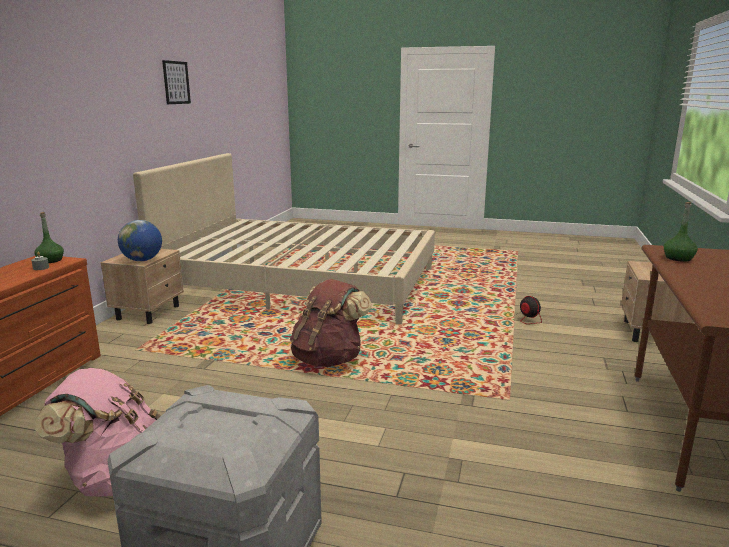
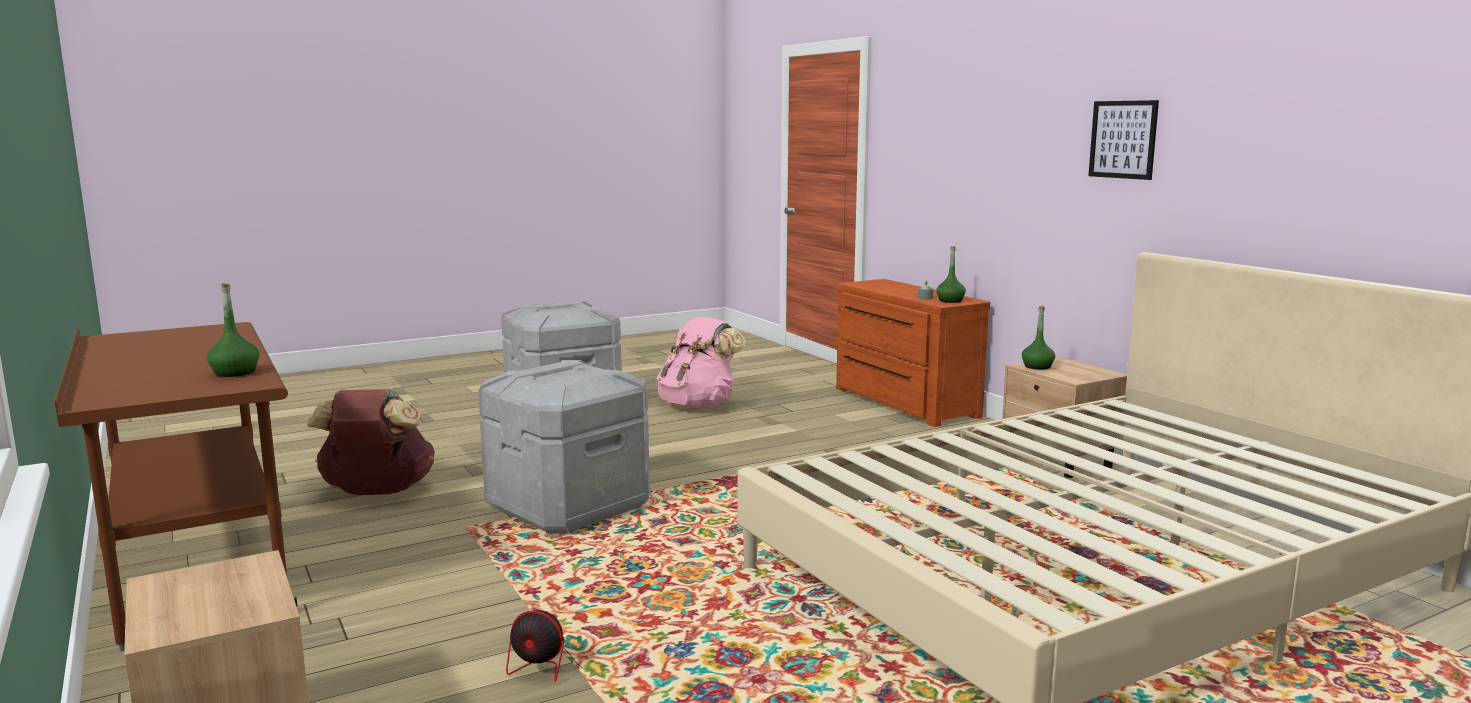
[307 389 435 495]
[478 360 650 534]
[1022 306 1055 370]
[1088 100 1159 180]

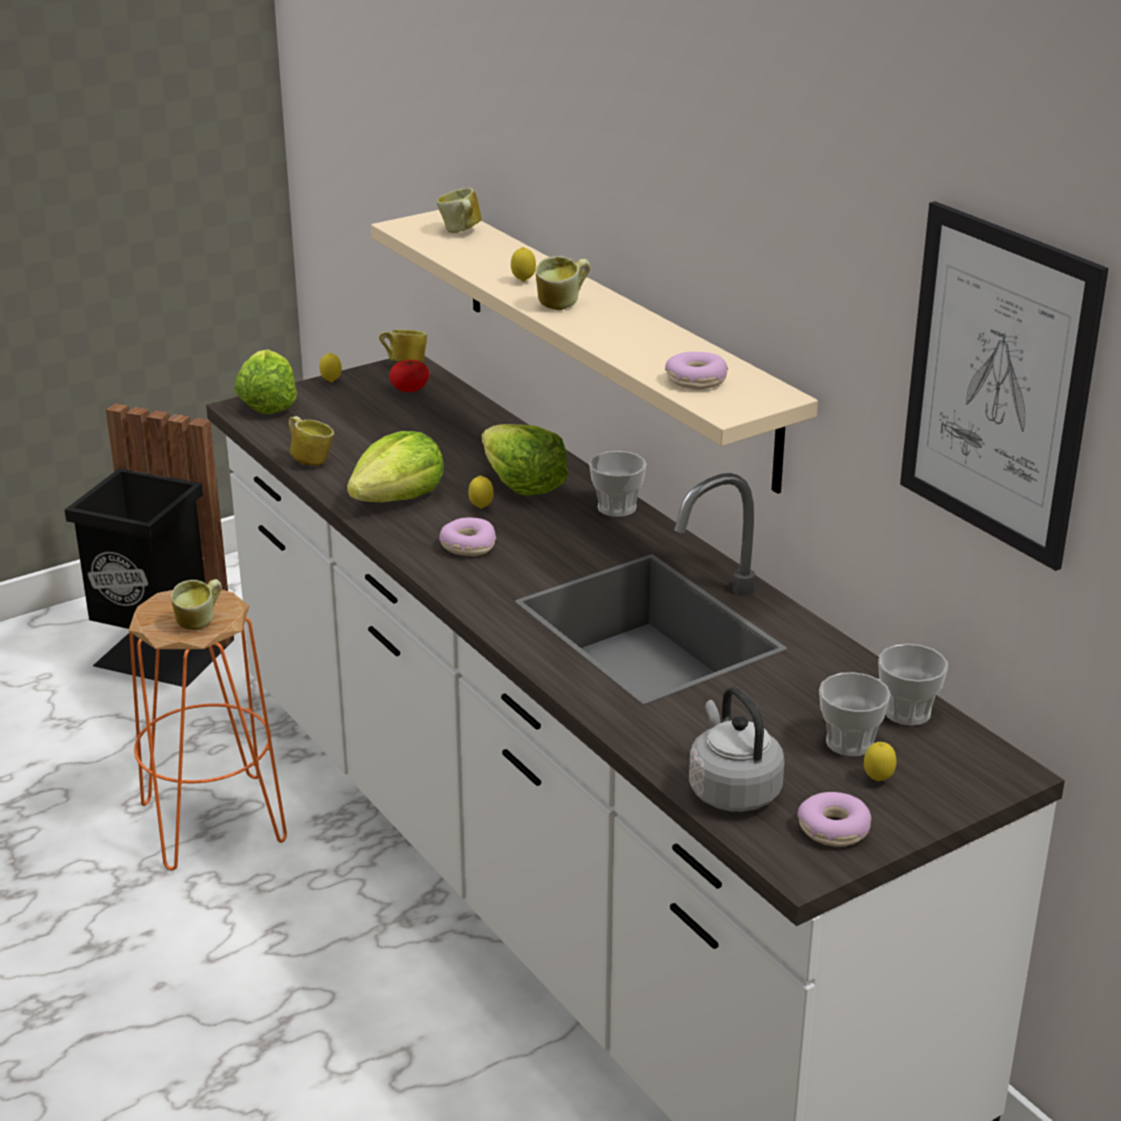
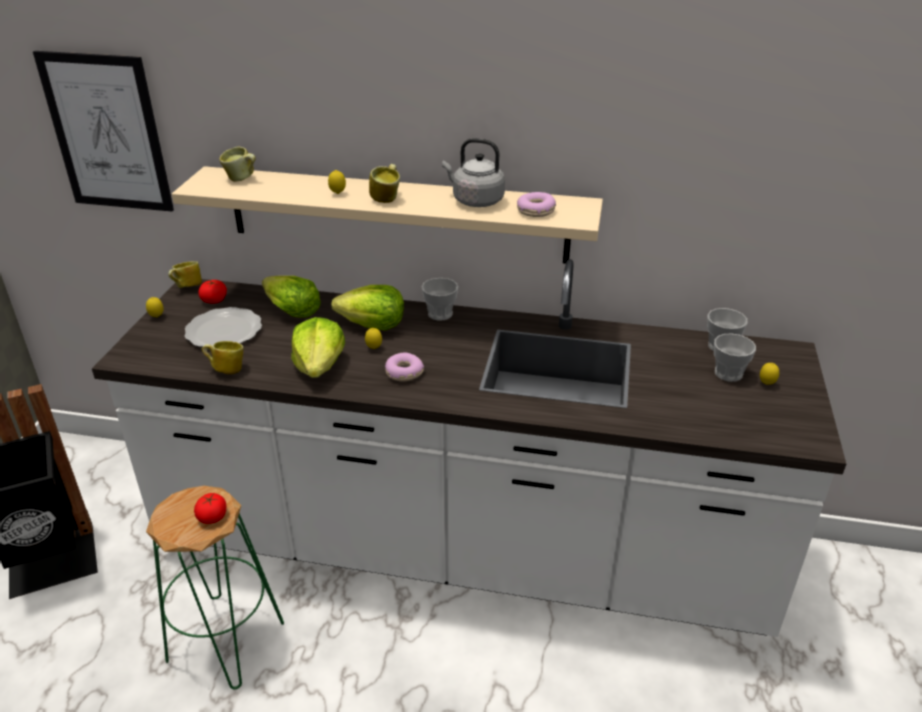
[33 51 174 211]
[146 486 284 689]
[185 307 262 347]
[194 493 226 524]
[262 276 321 318]
[442 138 505 207]
[797 792 872 846] (first image)

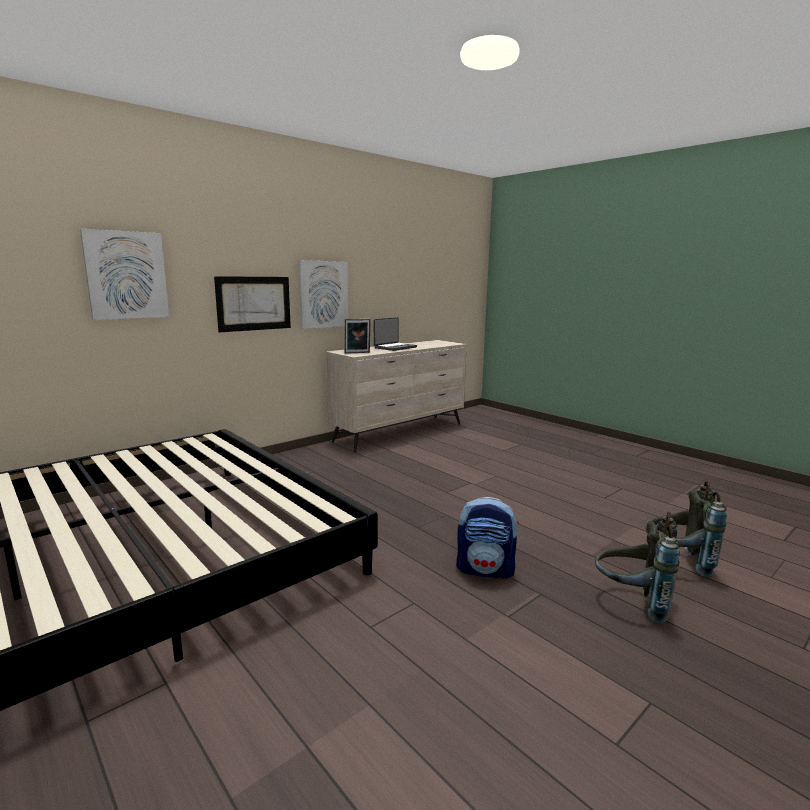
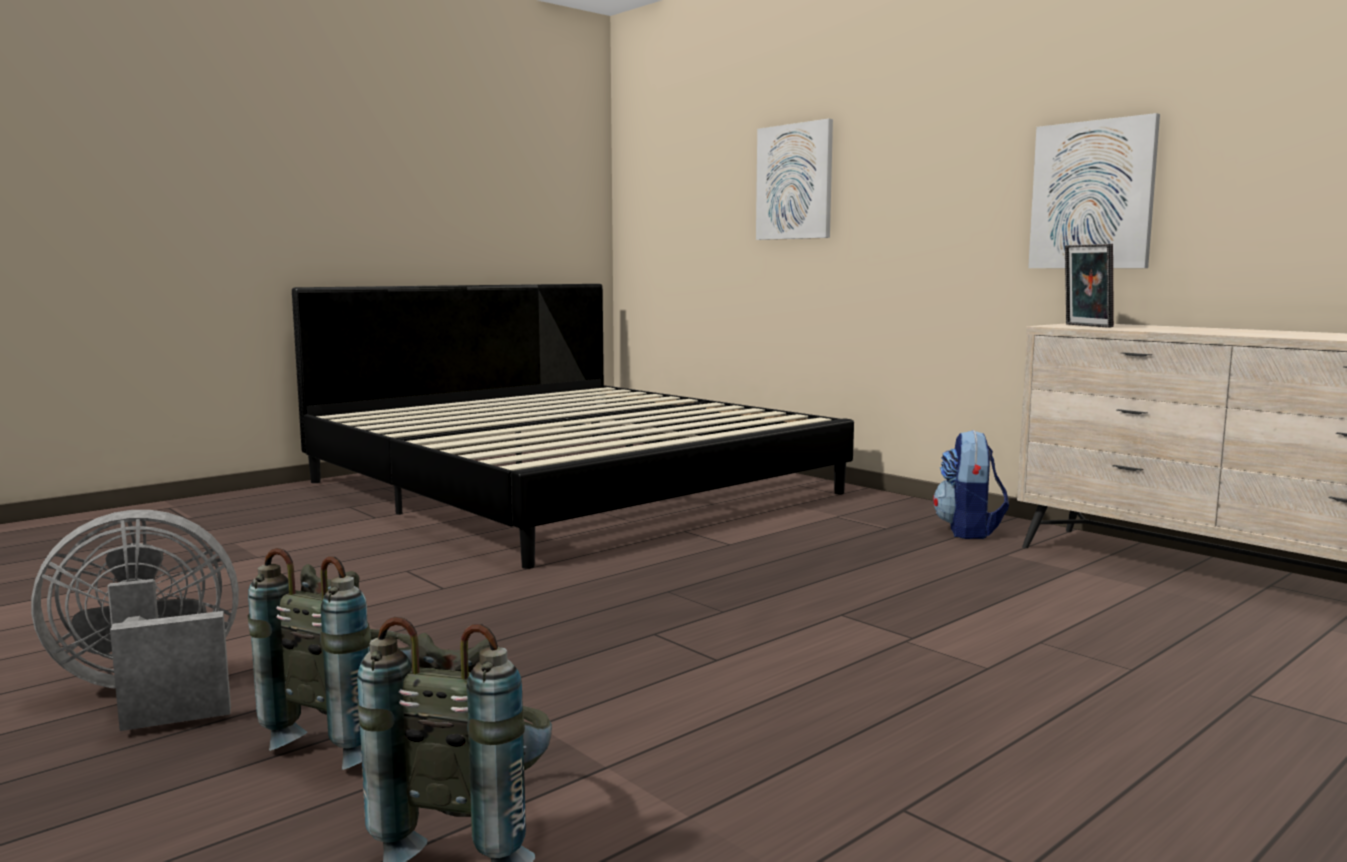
[31 510 239 731]
[933 430 1009 539]
[214 276 291 333] (first image)
[374 317 417 351] (first image)

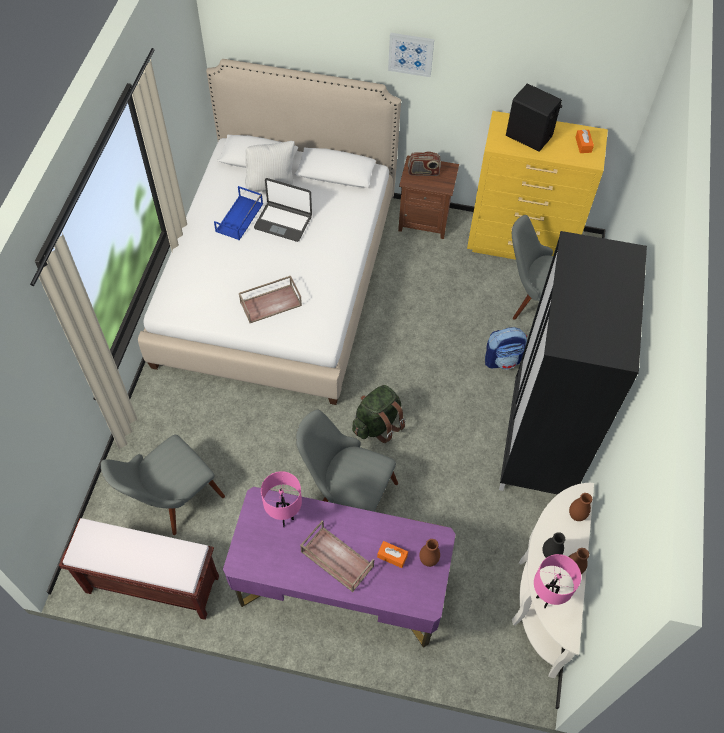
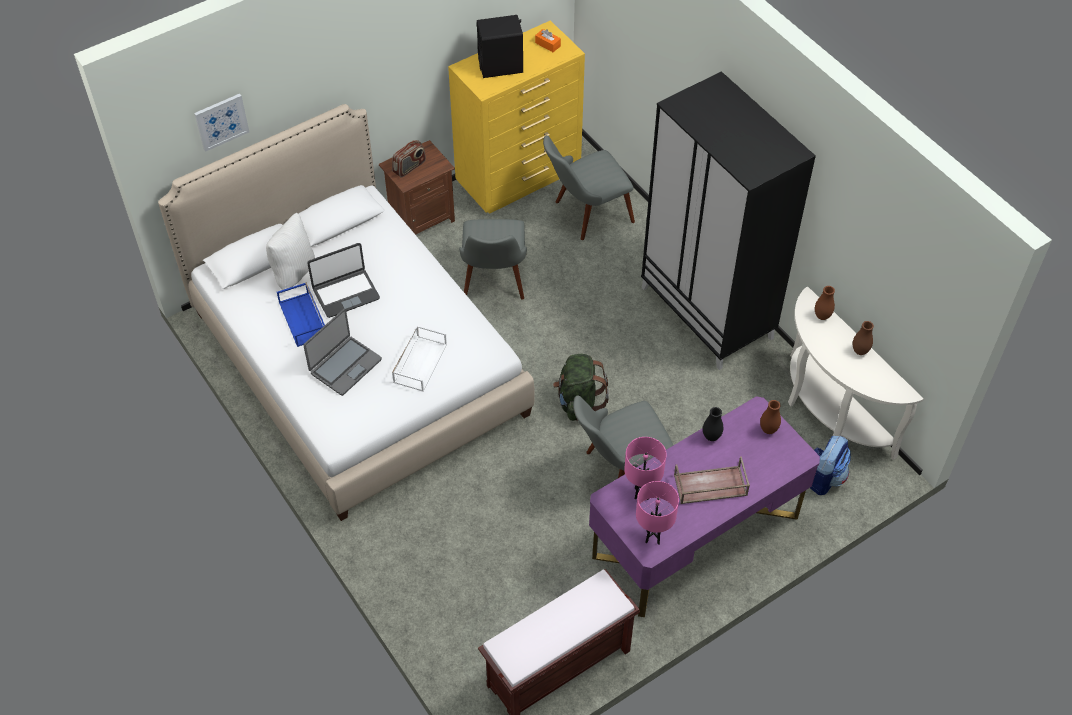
[194 94 249 152]
[303 309 382 396]
[392 325 447 392]
[459 219 527 300]
[636 481 679 545]
[703 407 723 441]
[810 436 851 495]
[377 541 408 568] (first image)

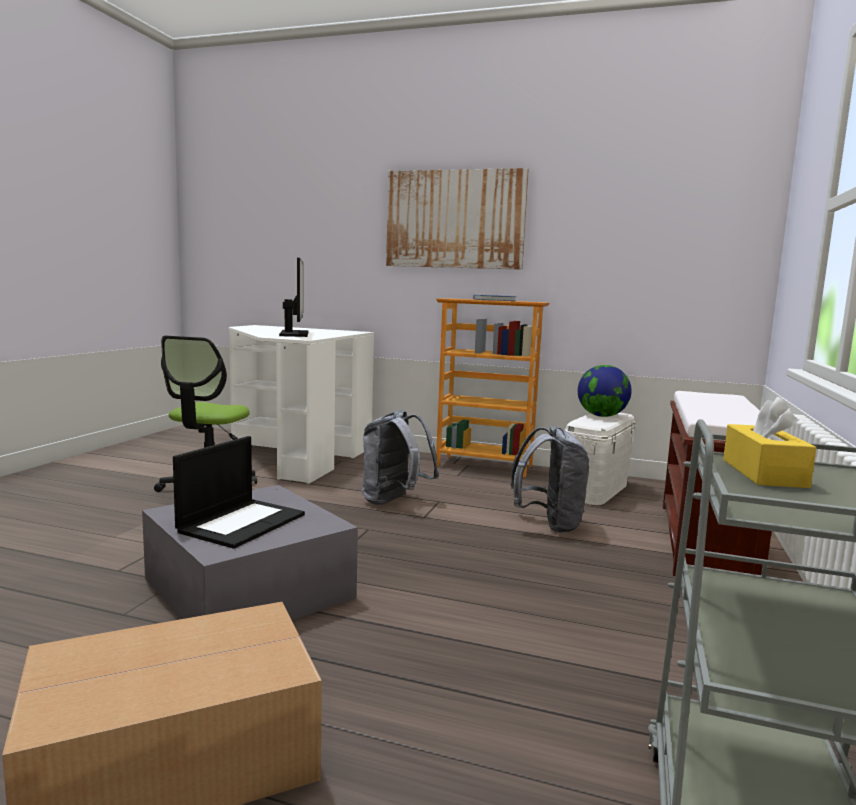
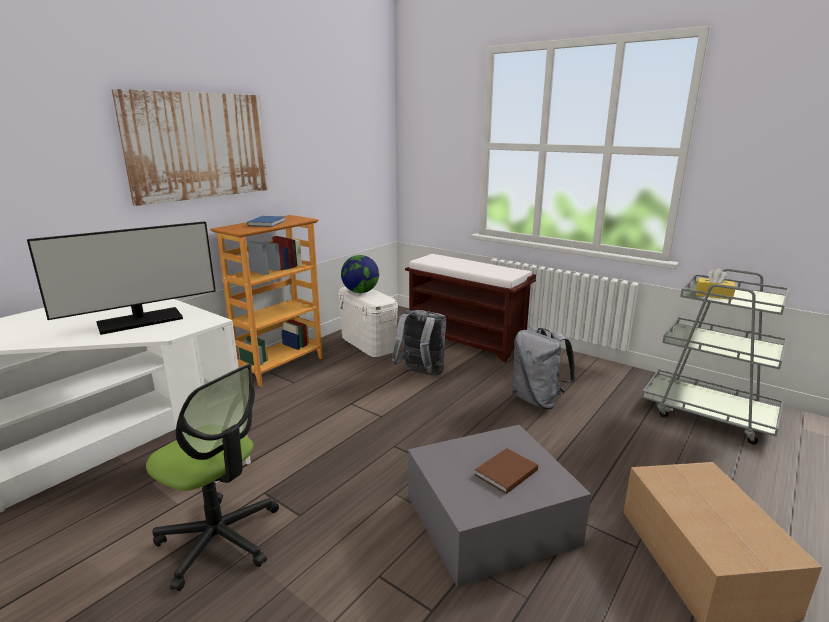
[27 221 216 335]
[475 448 538 494]
[512 328 576 409]

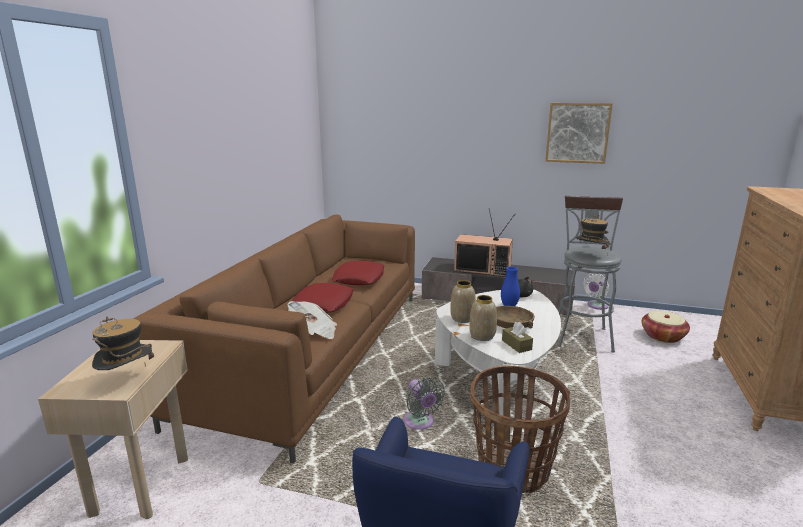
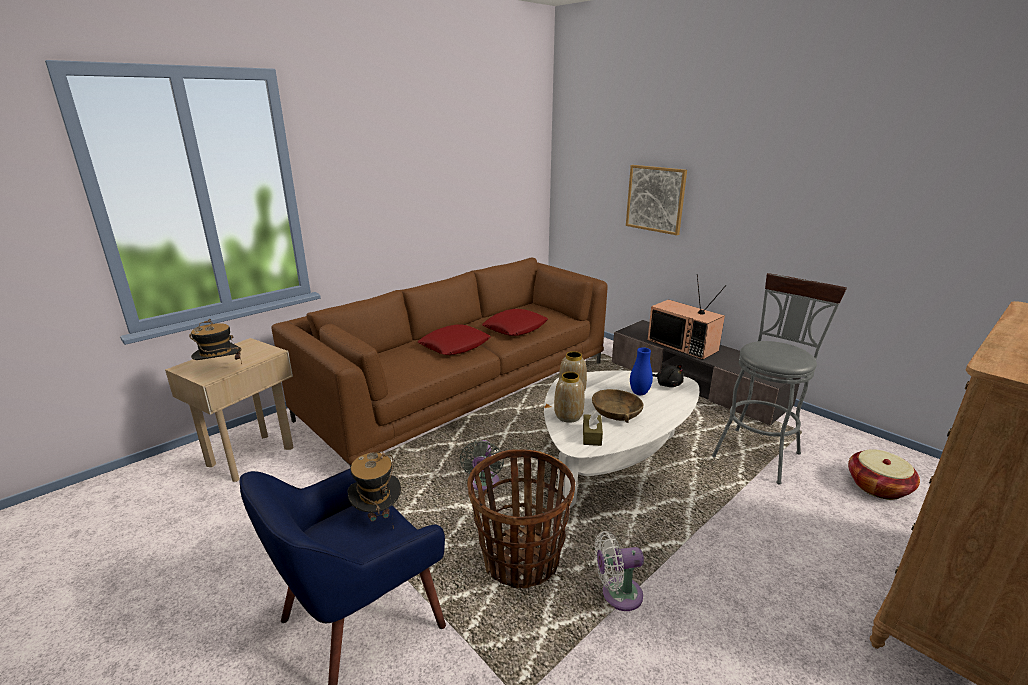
[347 451 401 521]
[595 531 644 611]
[626 165 687 235]
[288 301 337 339] (first image)

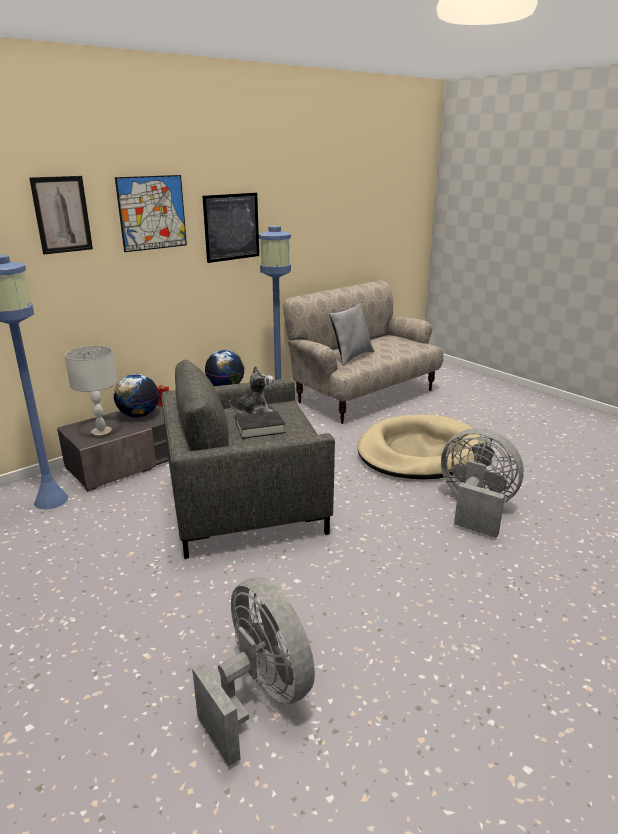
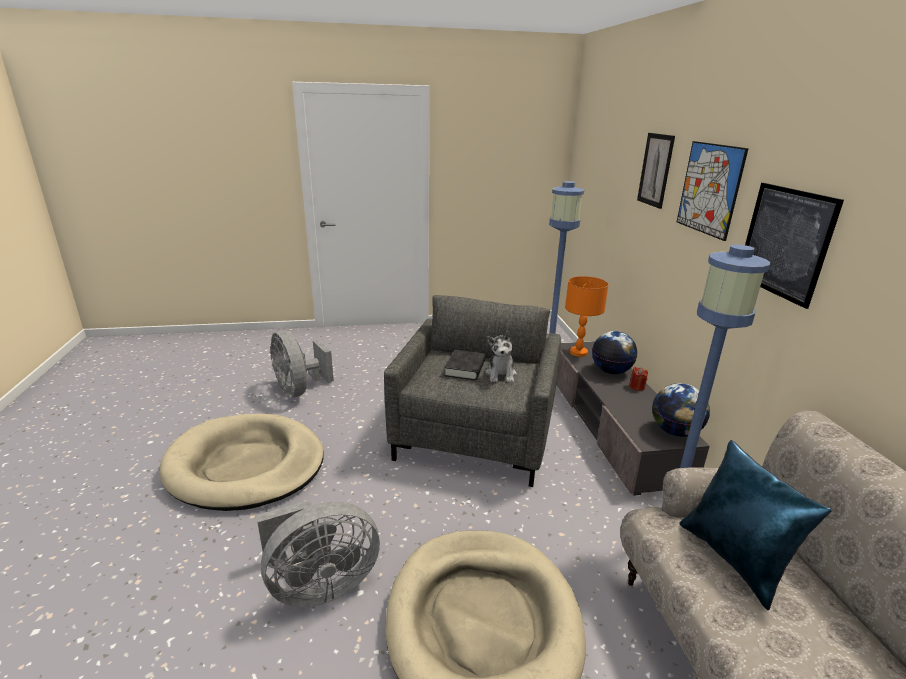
[159 414 324 511]
[270 330 334 397]
[565 276 609 357]
[679 440 831 610]

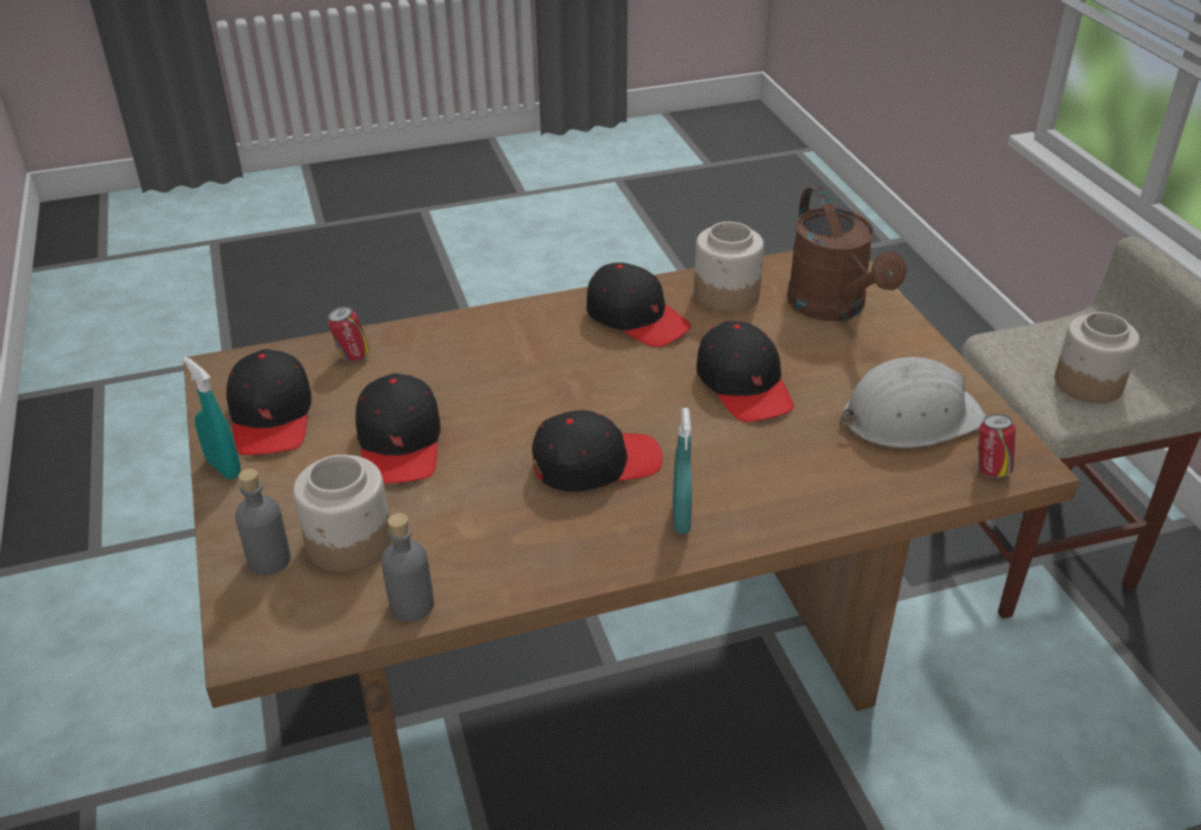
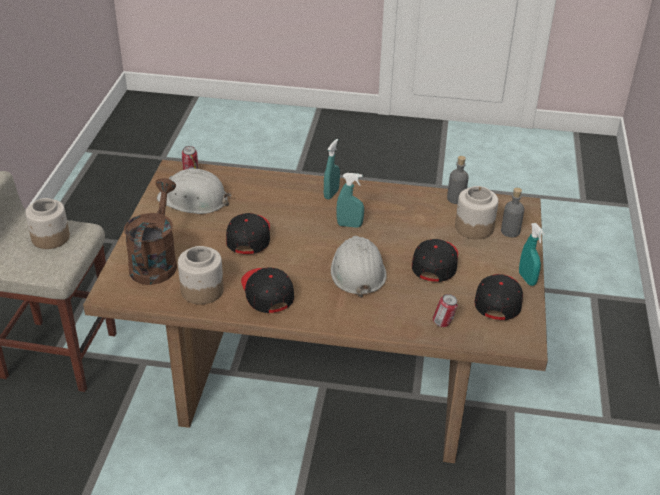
[331 236 387 298]
[336 173 364 228]

